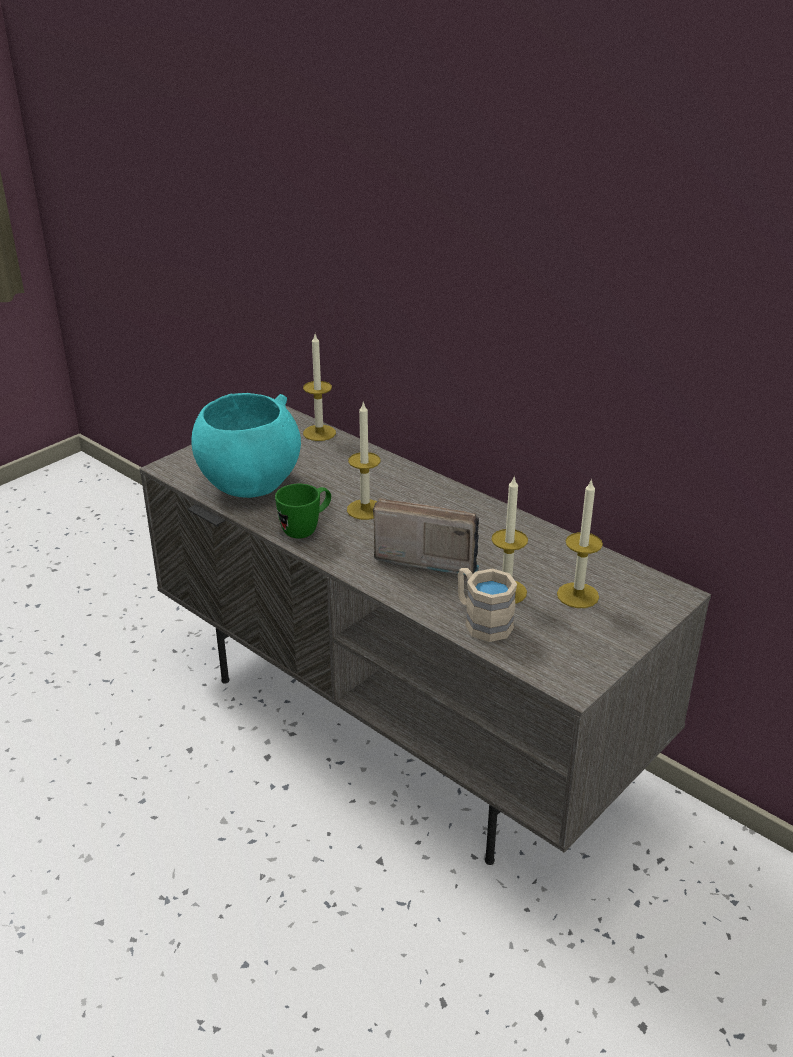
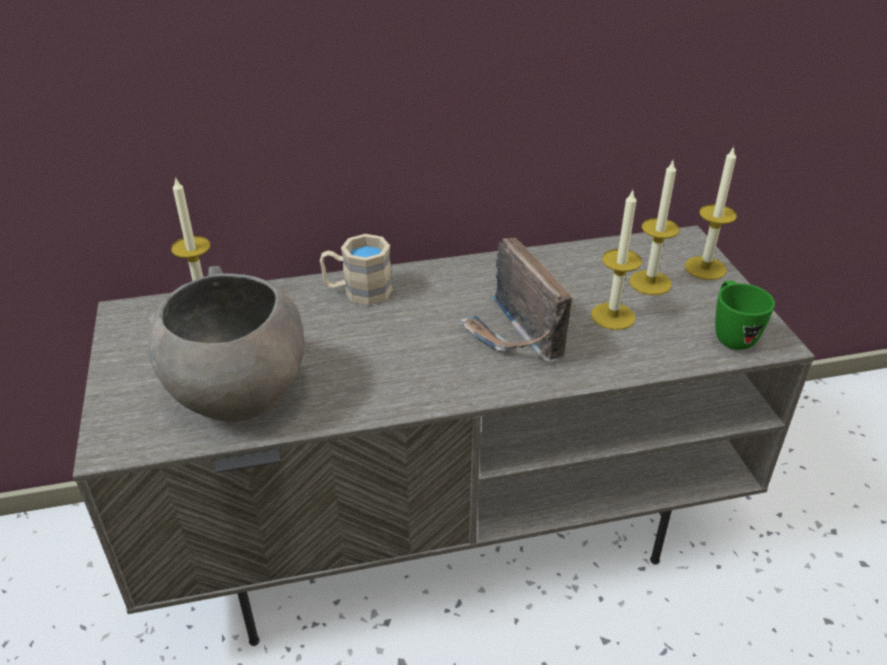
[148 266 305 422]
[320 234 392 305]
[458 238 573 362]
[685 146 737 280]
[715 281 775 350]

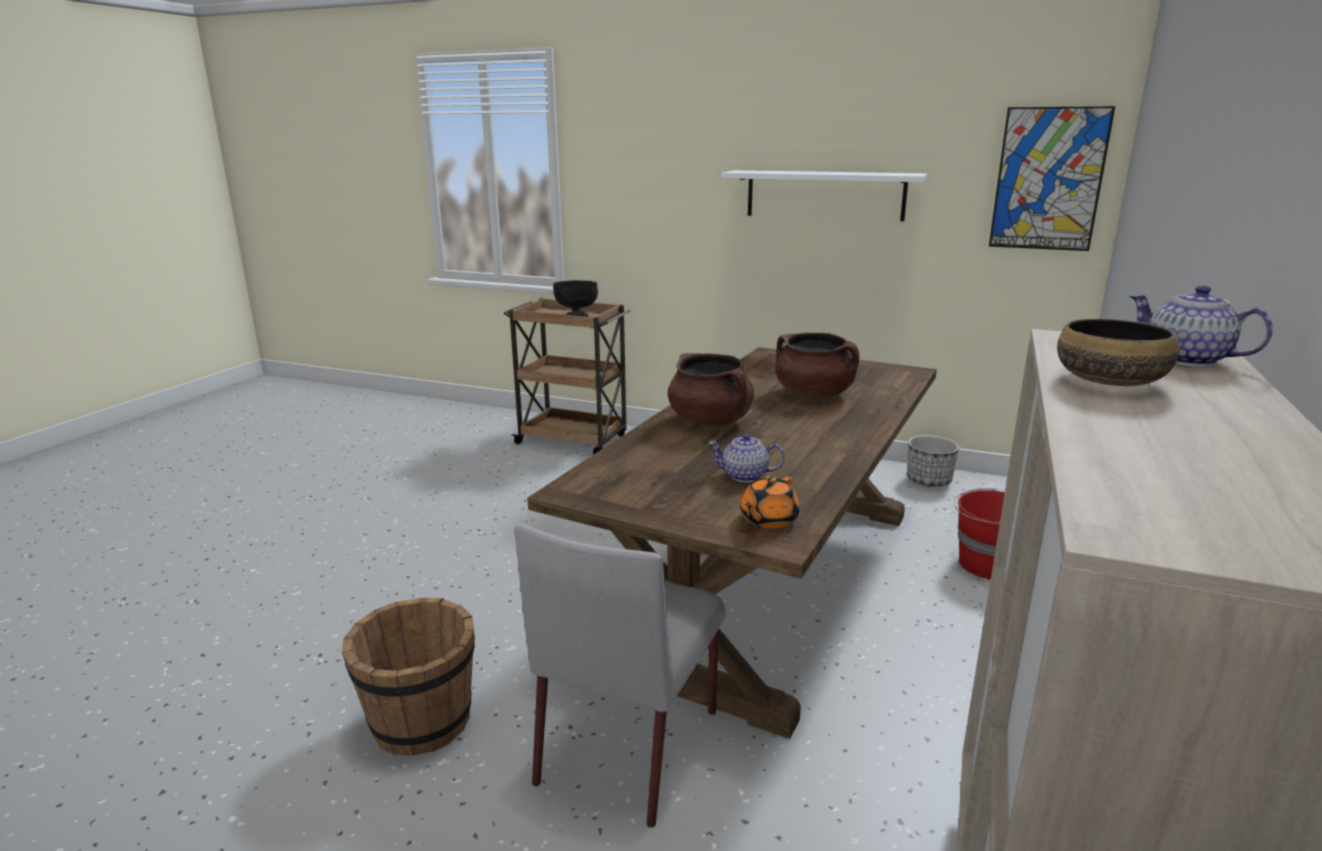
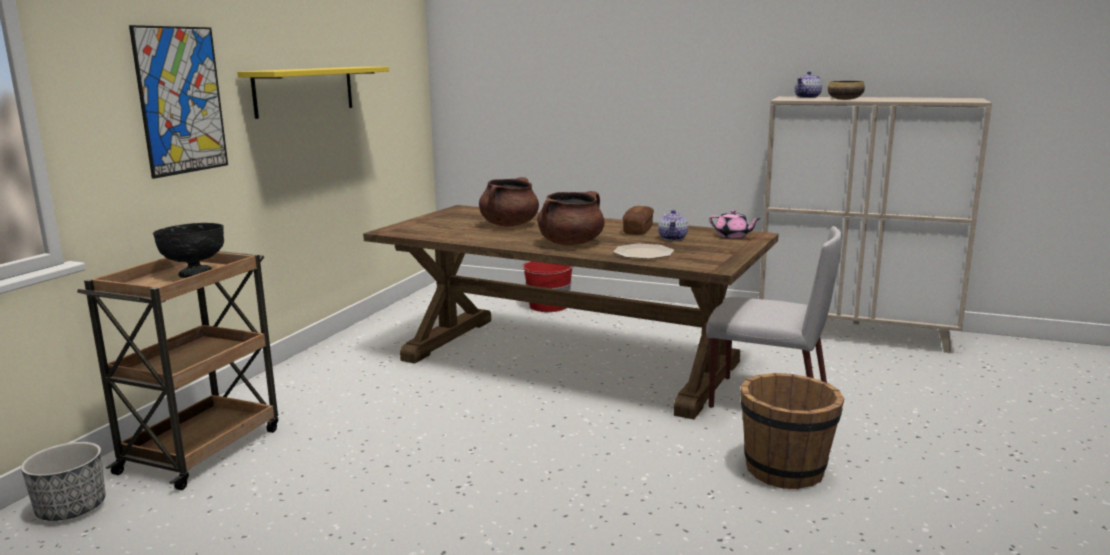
[21 442 105 521]
[129 25 228 179]
[237 67 389 119]
[613 244 674 259]
[623 206 654 235]
[709 210 761 238]

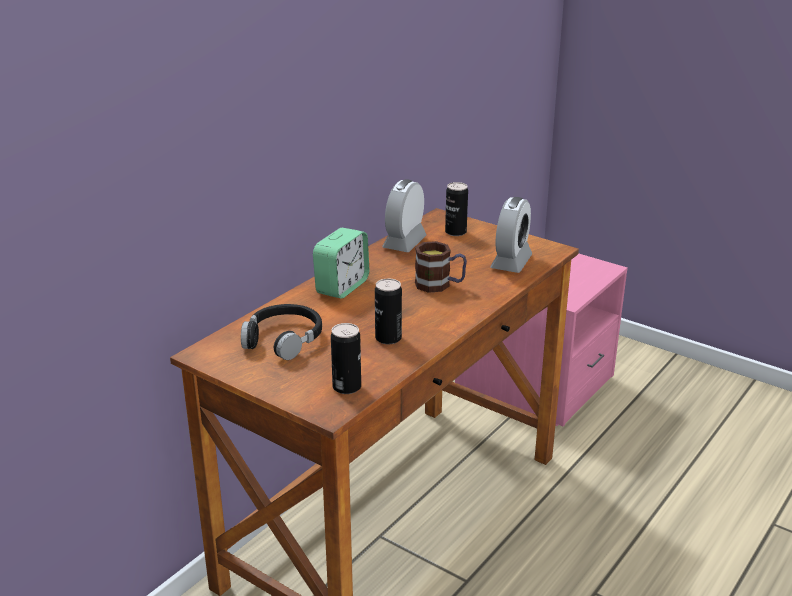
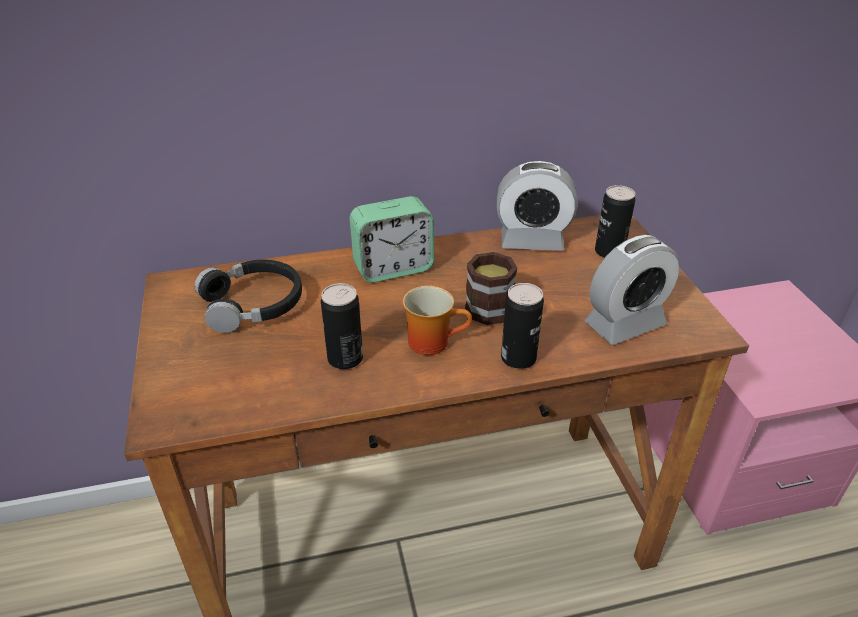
[403 286 472 355]
[497 161 577 251]
[501 283 544 369]

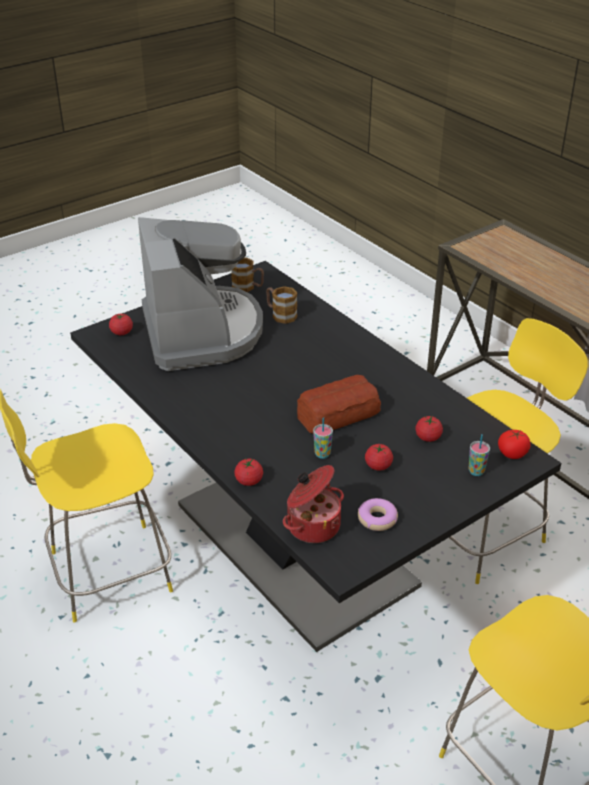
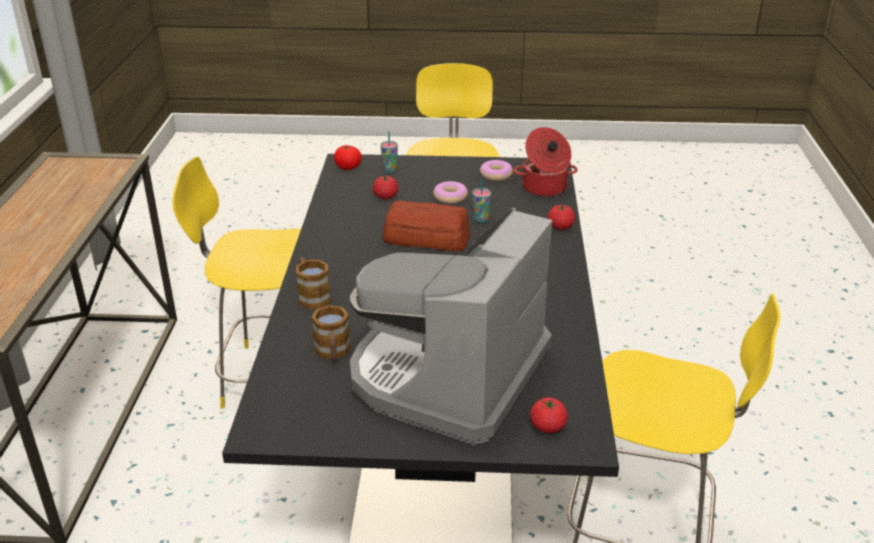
[296 257 331 309]
[433 181 468 204]

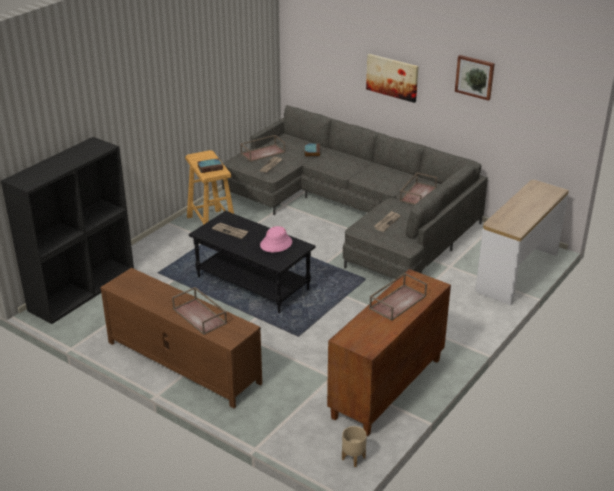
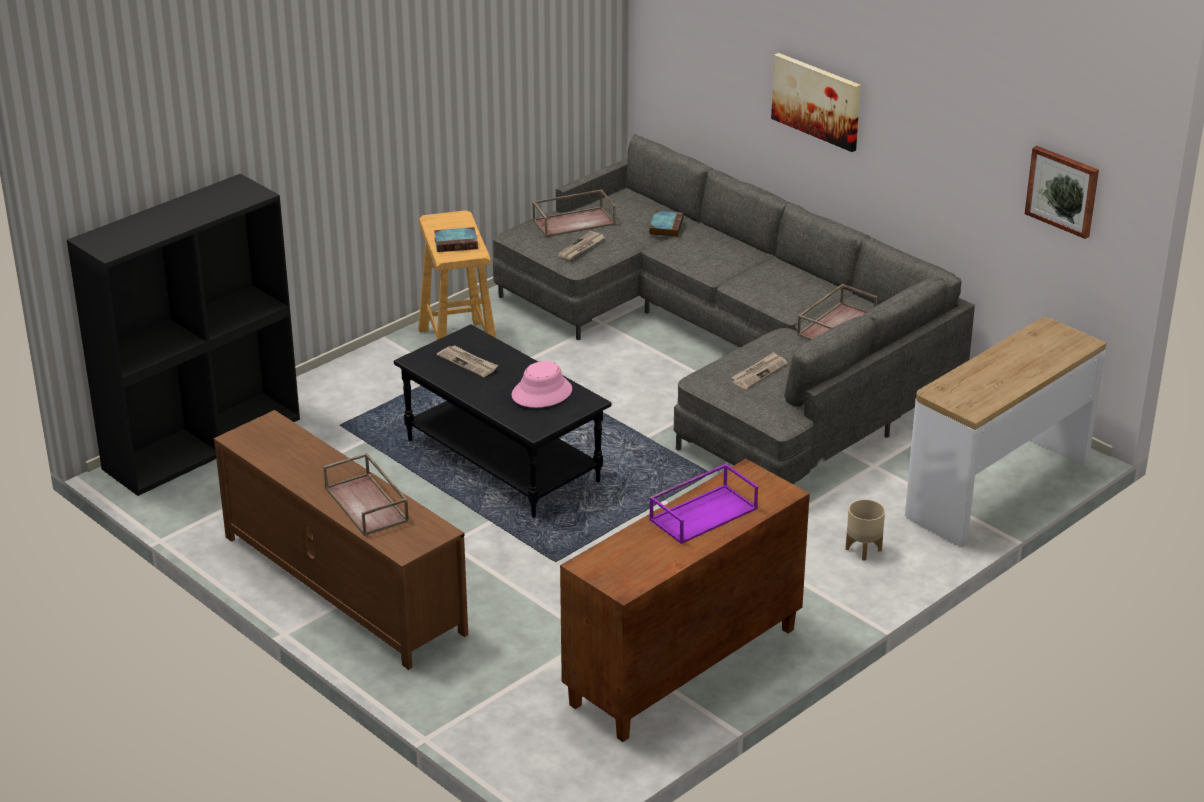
[649 463 758 544]
[846 499 885 560]
[1025 146 1099 239]

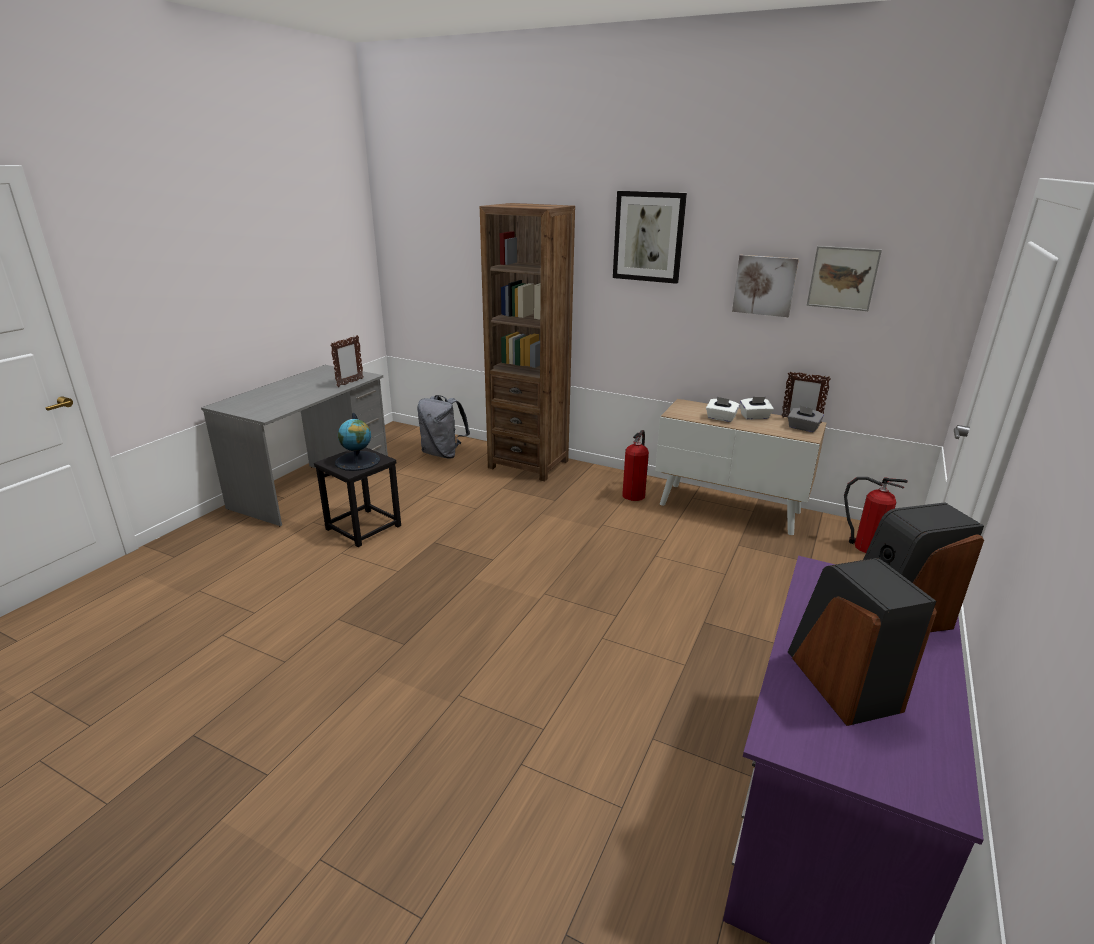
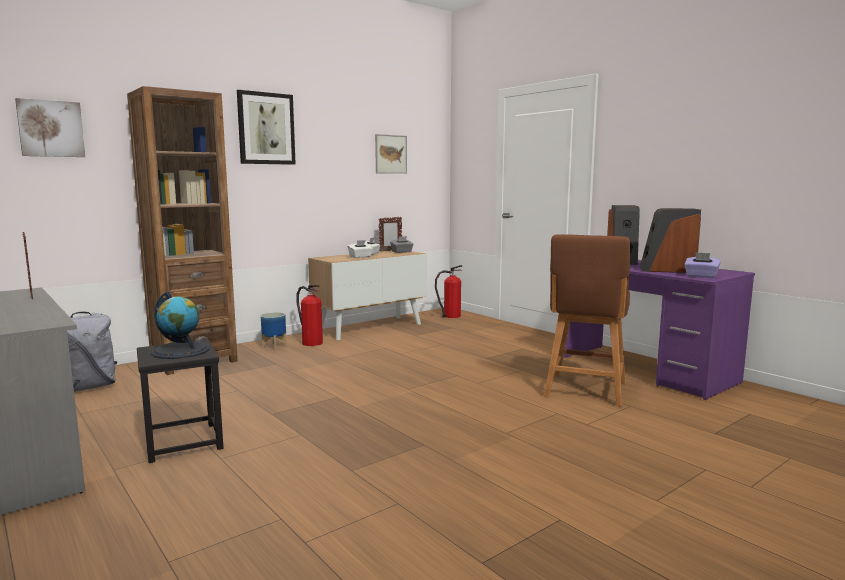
[15 98 85 157]
[261 312 287 350]
[544 234 630 407]
[684 252 721 278]

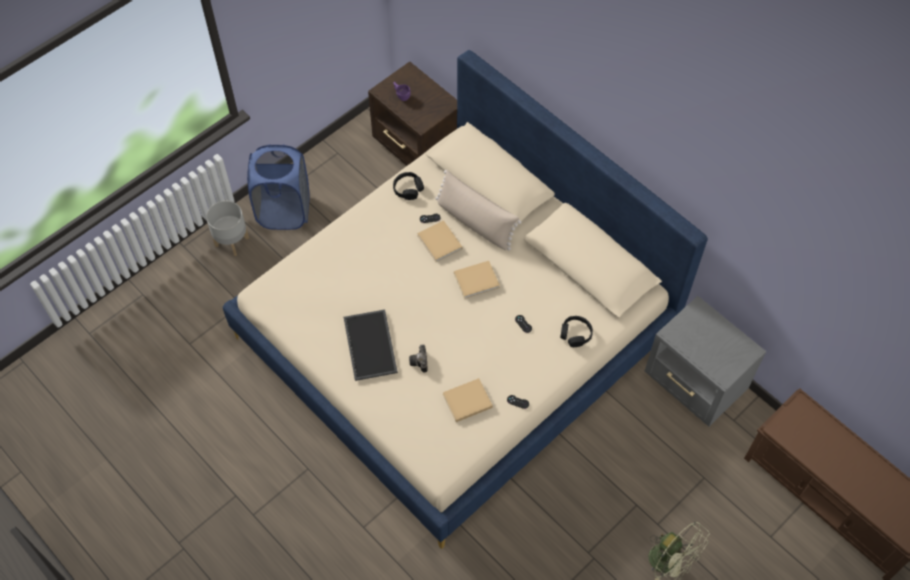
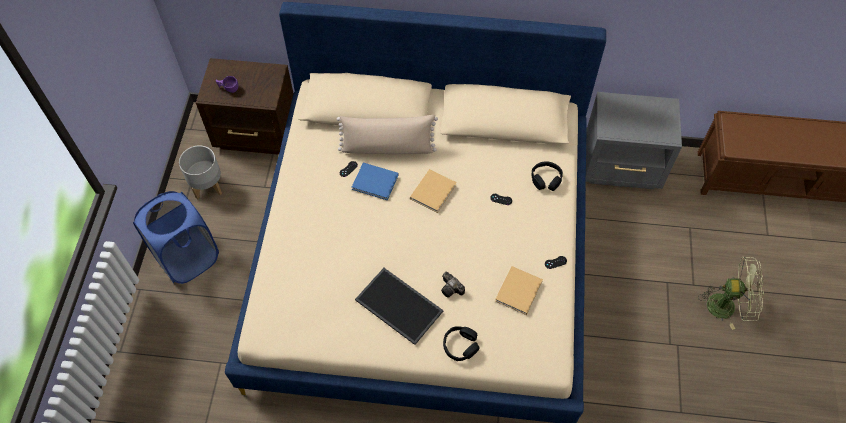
[179 145 222 199]
[352 163 399 200]
[443 326 480 361]

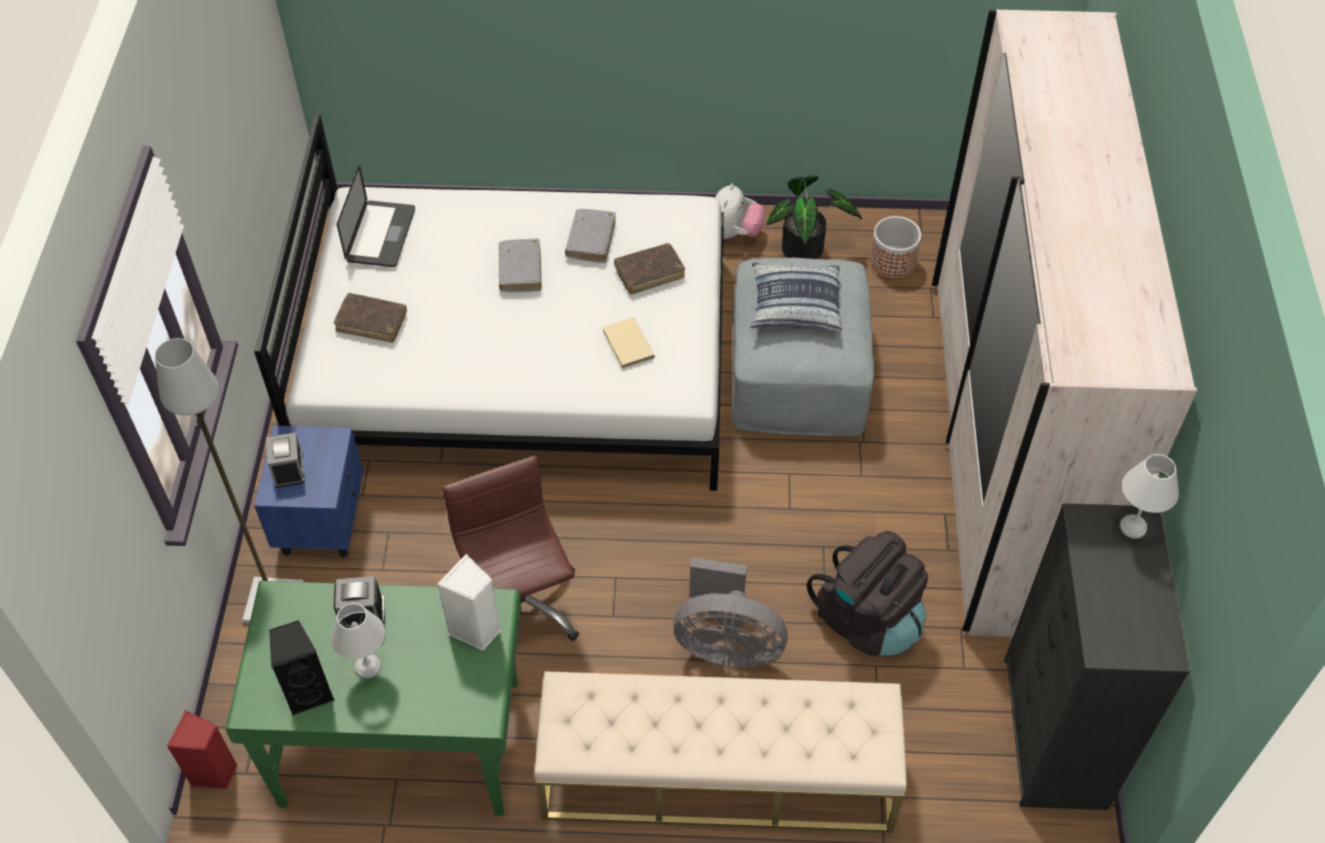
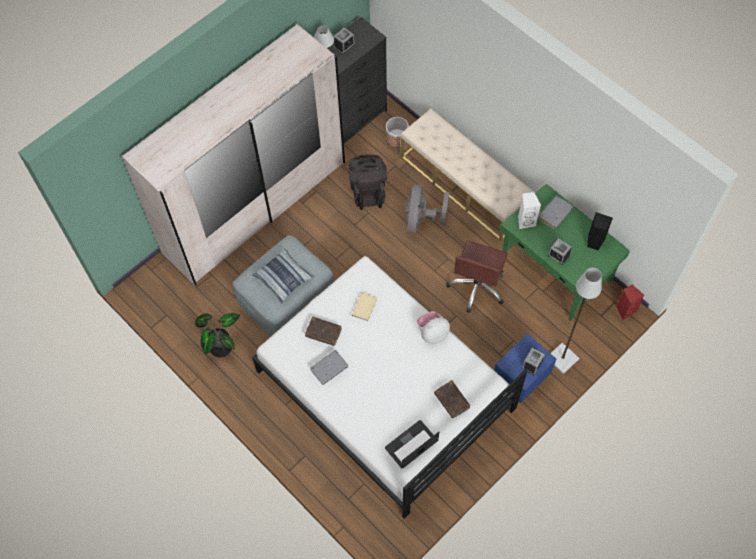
[334 27 355 54]
[386 117 409 148]
[405 184 449 233]
[417 311 450 344]
[538 196 573 229]
[331 603 385 678] (first image)

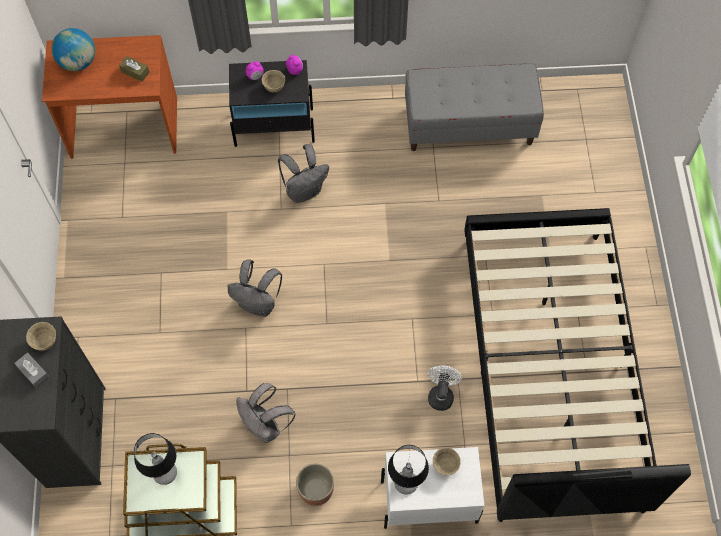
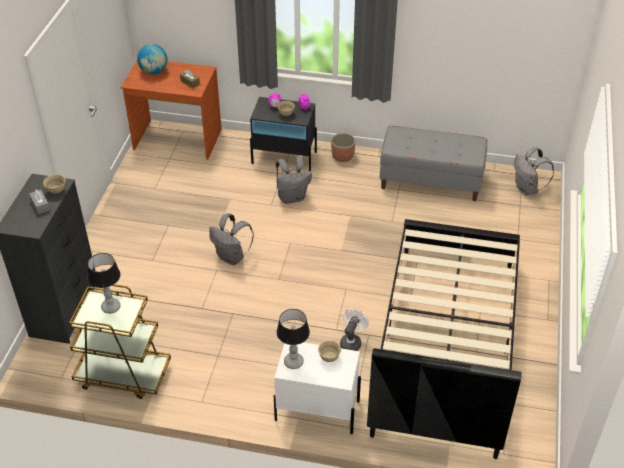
[331 133 356 162]
[514 147 554 196]

